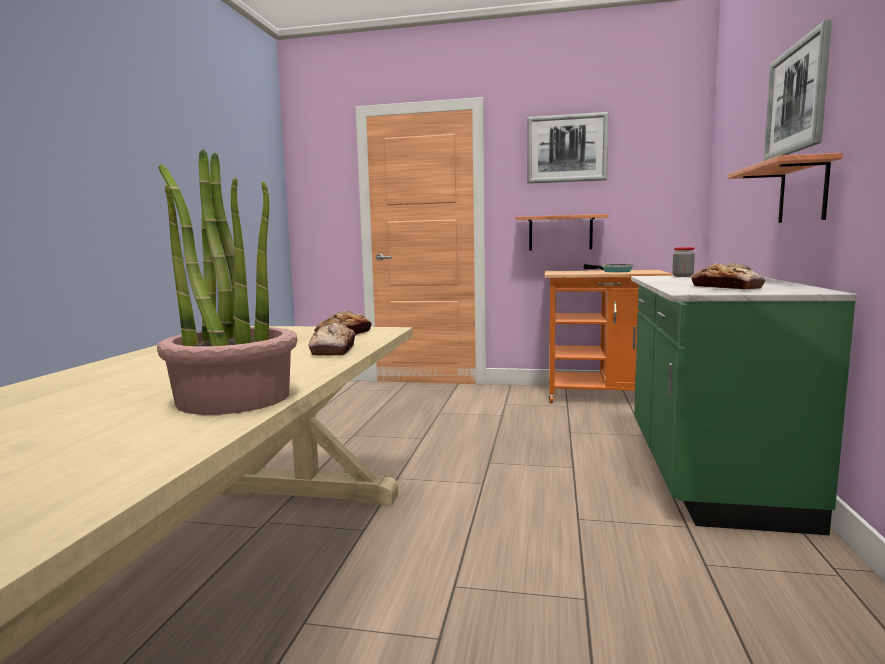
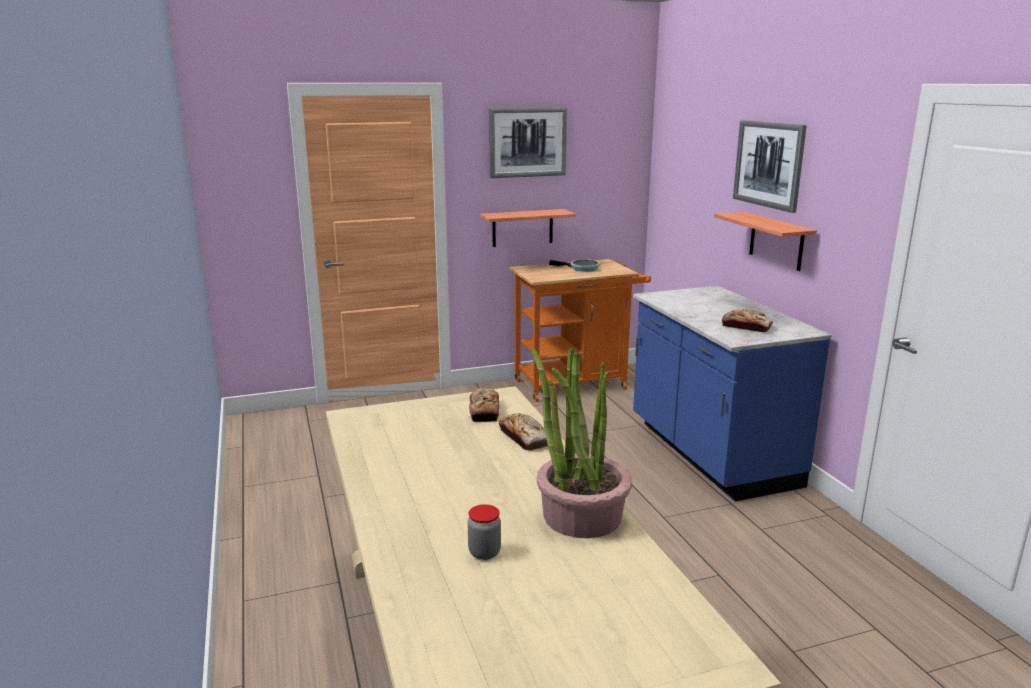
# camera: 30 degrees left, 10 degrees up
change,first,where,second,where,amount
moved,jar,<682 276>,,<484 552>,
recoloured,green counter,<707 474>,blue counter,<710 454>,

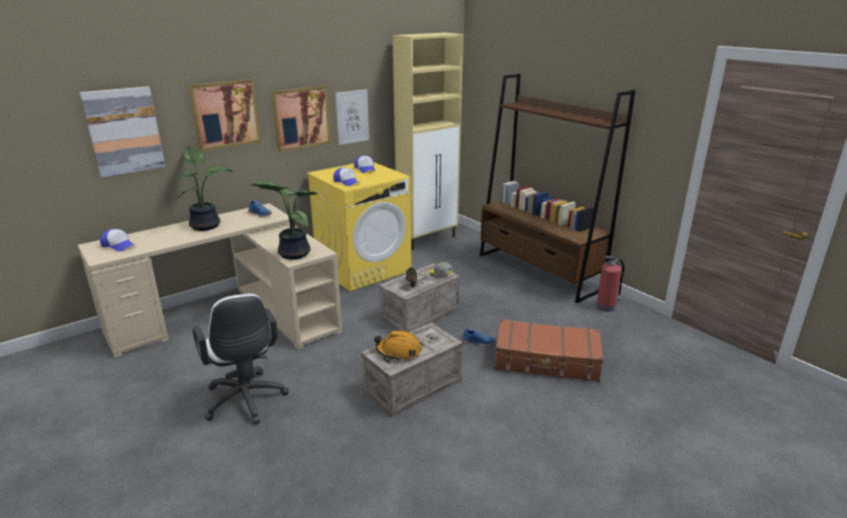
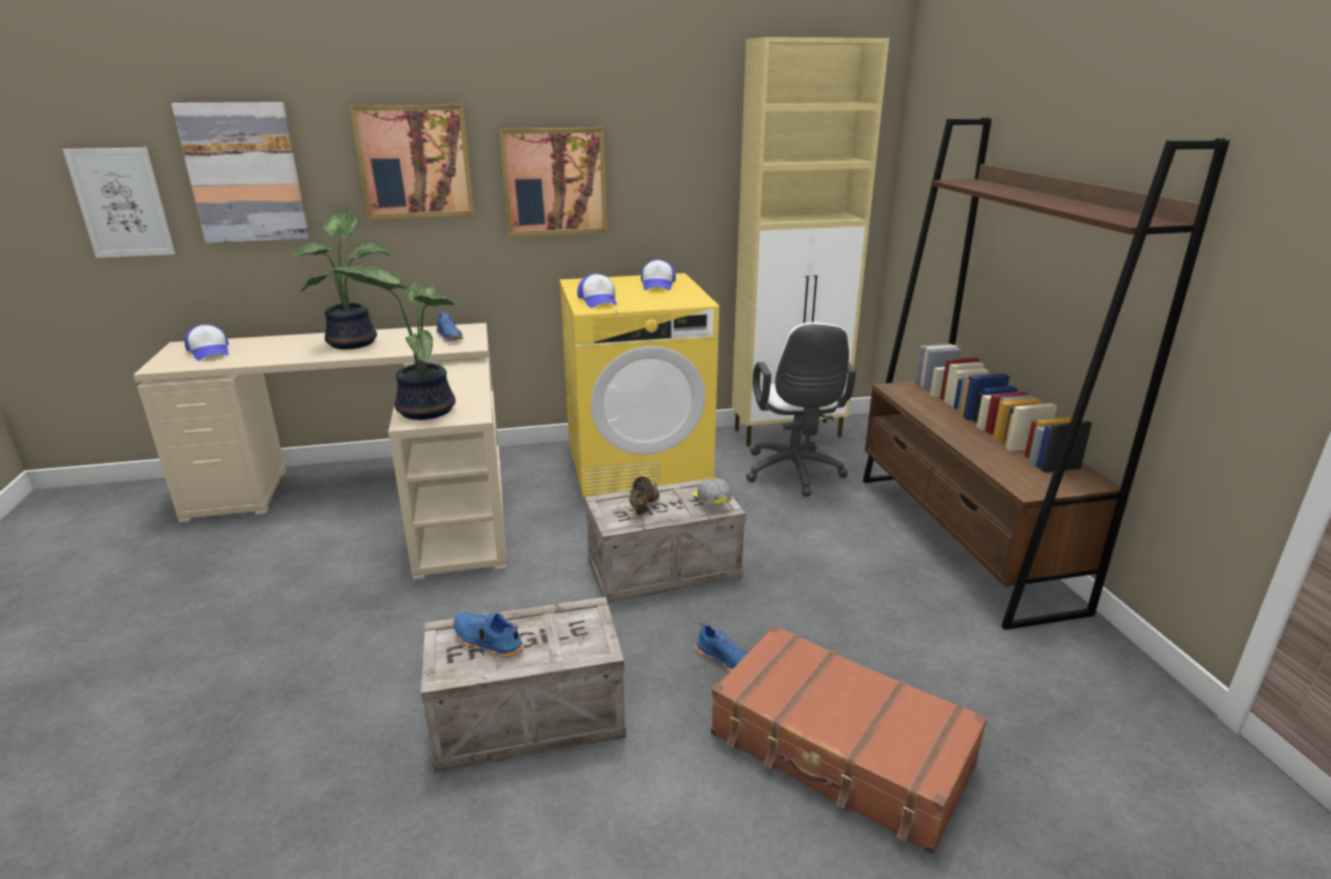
# camera: 25 degrees right, 0 degrees up
change,first,where,second,where,amount
removed,fire extinguisher,<606 307>,,,
moved,white office chair,<246 402>,,<794 474>,
moved,picture,<352 117>,,<121 203>,
replaced,orange hard hat,<398 351>,blue shoe,<487 642>,

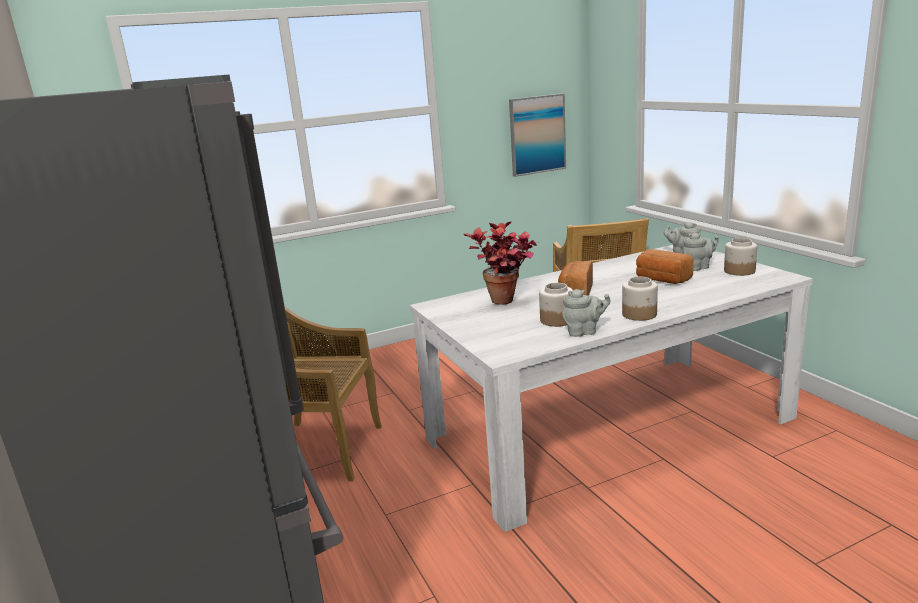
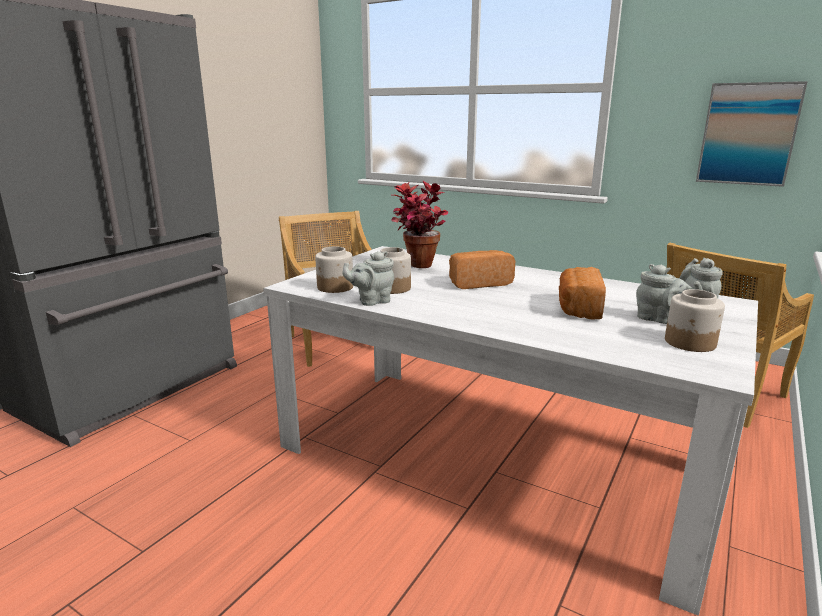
# camera: 55 degrees right, 0 degrees up
change,first,where,second,where,amount
moved,jar,<639 314>,,<335 287>,
turned,grey teapot,<584 332>,,<372 301>,105 degrees clockwise

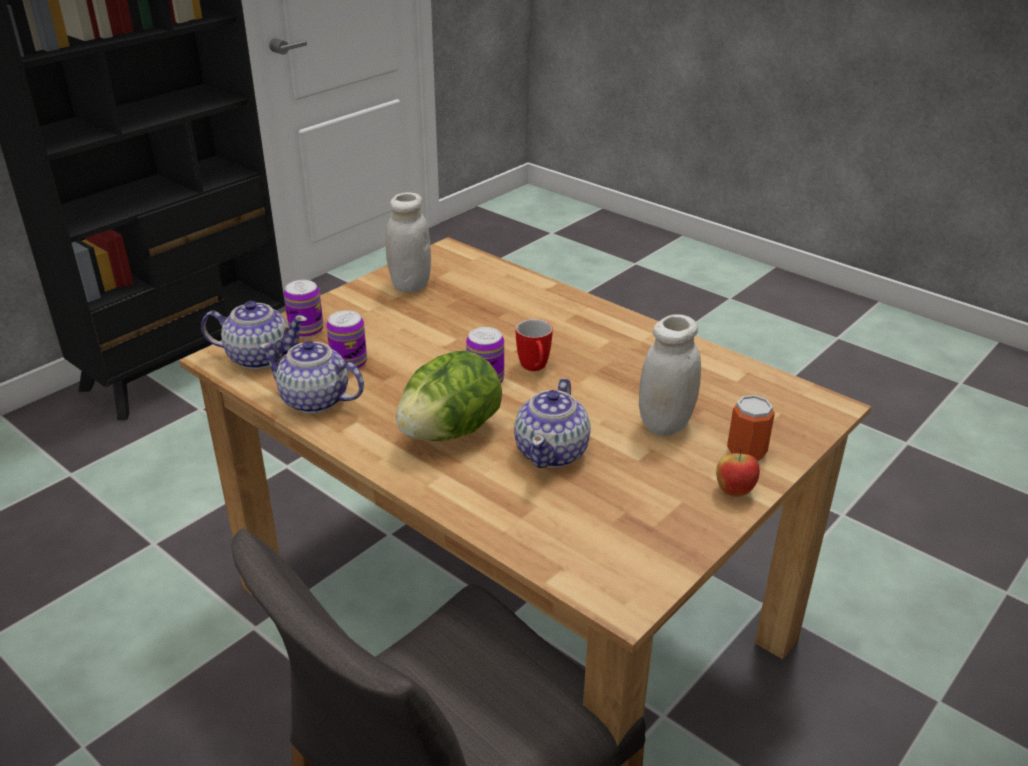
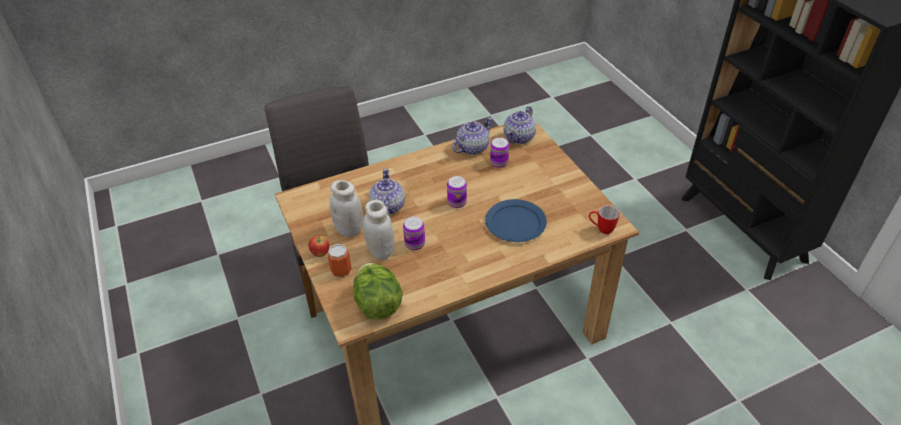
# camera: 115 degrees right, 10 degrees up
change,first,where,second,where,amount
added,,,blue plate,<516 223>,
moved,can,<306 330>,,<415 244>,
moved,white jar,<410 285>,,<349 230>,
moved,lettuce,<450 431>,,<378 304>,
moved,mug,<535 369>,,<601 229>,
turned,teapot,<552 452>,,<387 207>,45 degrees clockwise

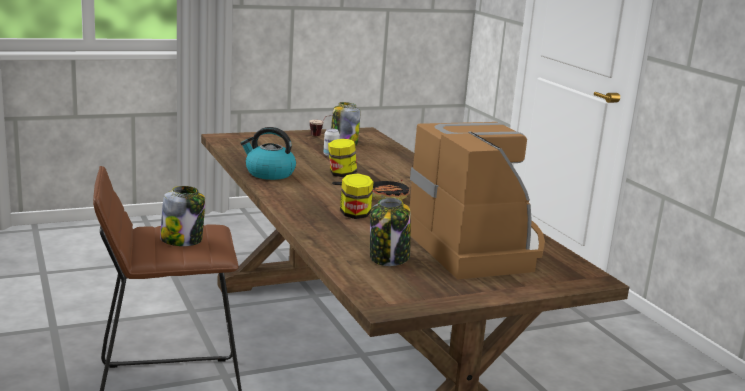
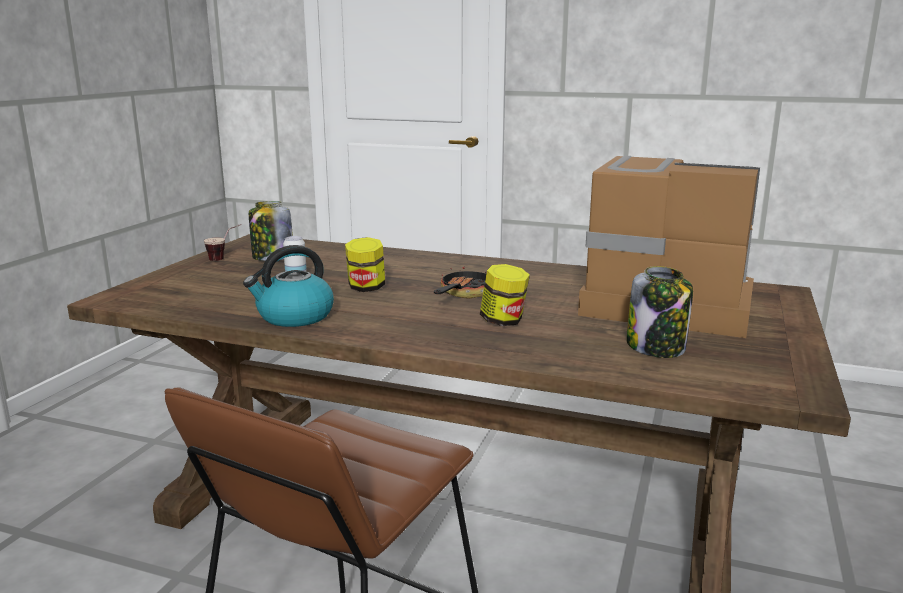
# camera: 45 degrees left, 0 degrees up
change,first,where,second,where,amount
removed,jar,<182 240>,,,

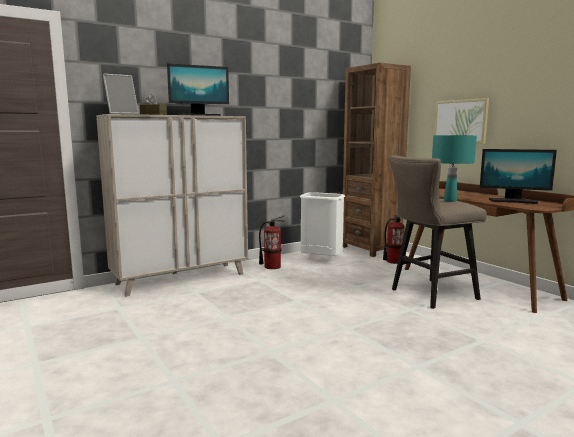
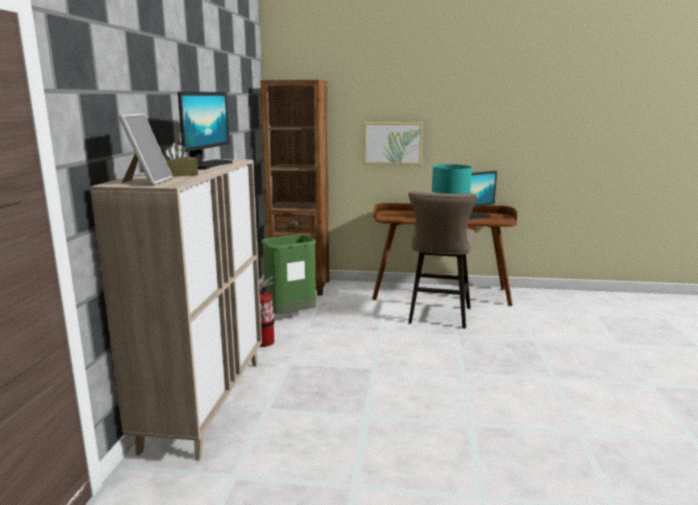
# camera: 50 degrees left, 5 degrees up
change,first,where,second,where,amount
removed,fire extinguisher,<394 261>,,,
recoloured,white trash can,<321 260>,green trash can,<291 316>,

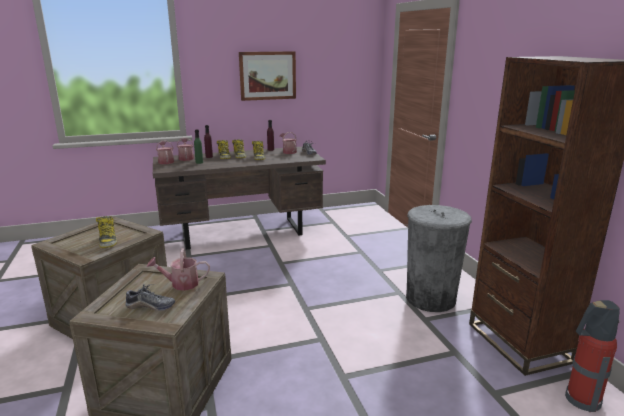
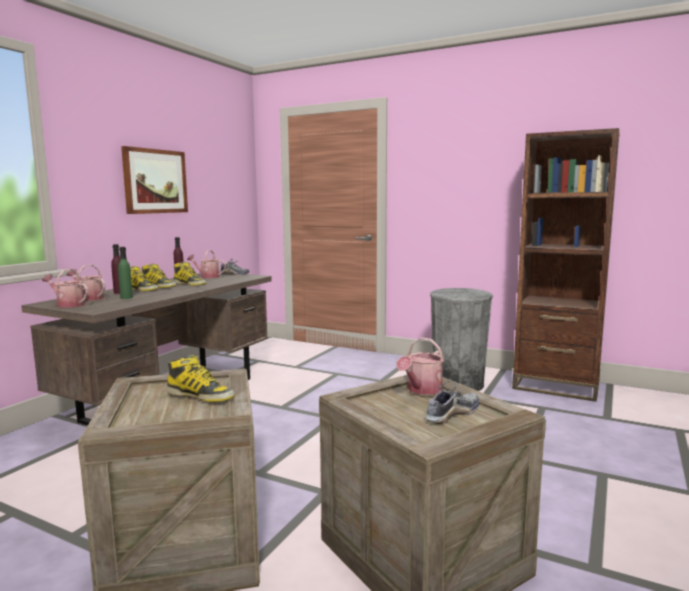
# camera: 45 degrees left, 10 degrees down
change,first,where,second,where,amount
removed,fire extinguisher,<581 399>,,,

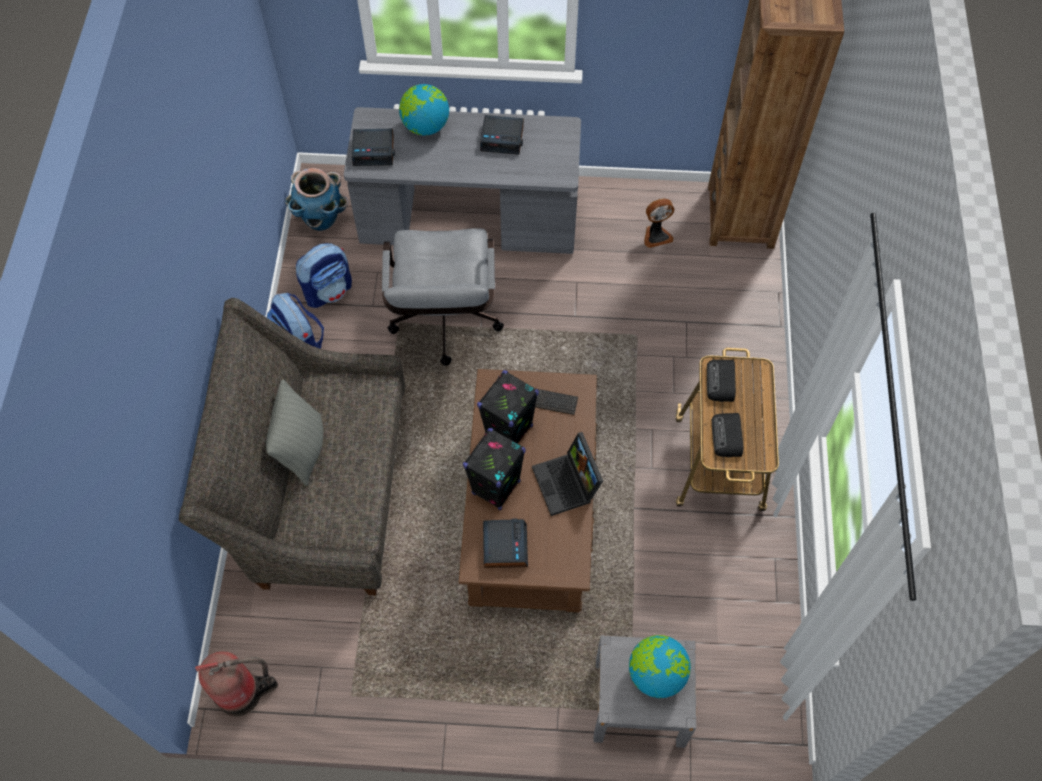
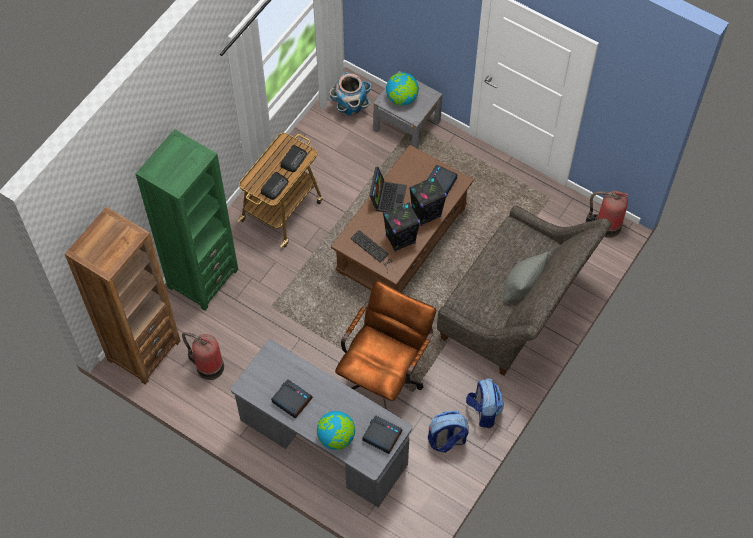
# camera: 150 degrees left, 0 degrees up
change,first,where,second,where,amount
added,,,green bookcase,<202 278>,
moved,planter,<321 220>,,<350 107>,
replaced,fan,<656 235>,fire extinguisher,<208 366>,
recoloured,grey office chair,<445 325>,brown office chair,<384 375>,

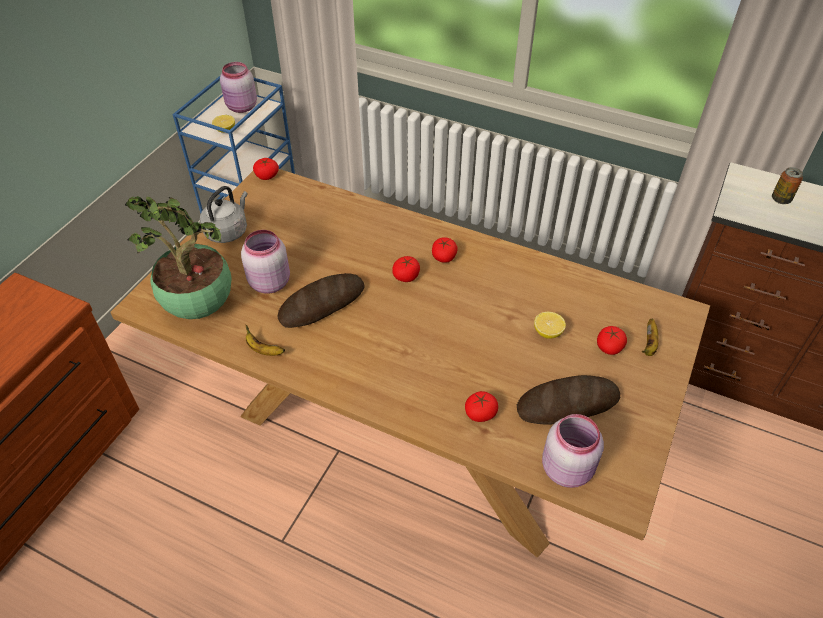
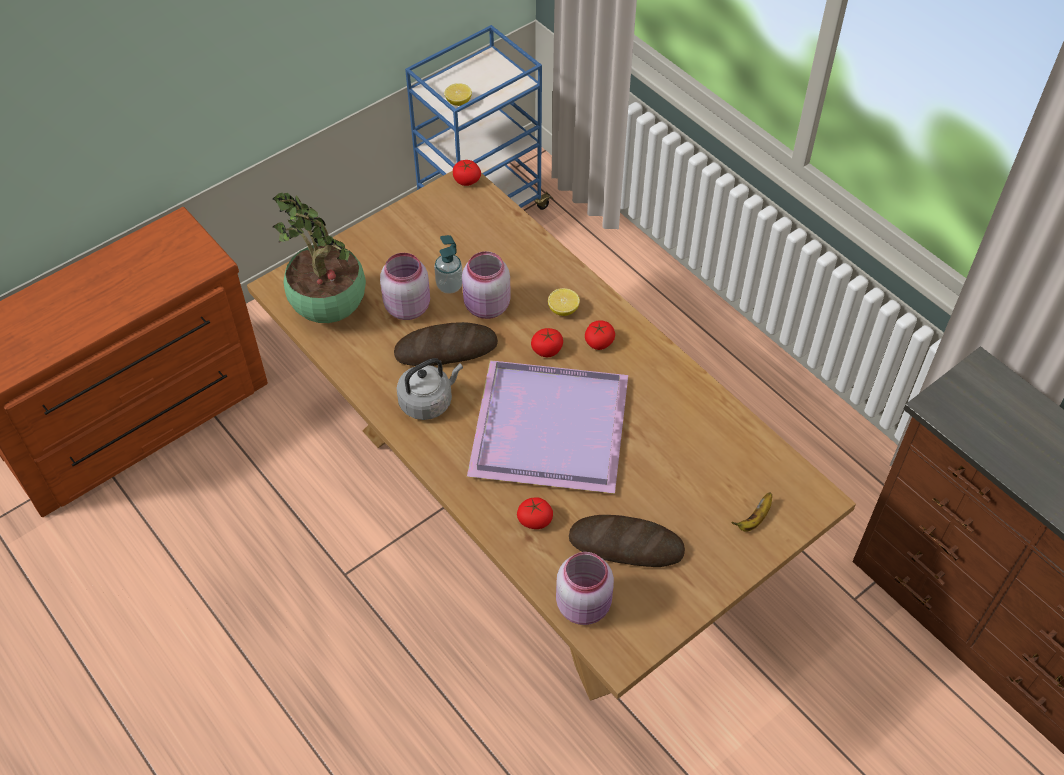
# camera: 25 degrees right, 5 degrees up
change,first,where,second,where,amount
removed,banana,<263 350>,,,
removed,tomato,<609 347>,,,
removed,can,<780 199>,,,
added,,,soap dispenser,<449 286>,
added,,,purple tray,<547 425>,
moved,grey kettle,<228 231>,,<428 401>,
moved,pink jar,<241 107>,,<486 307>,
moved,lemon,<547 332>,,<563 310>,

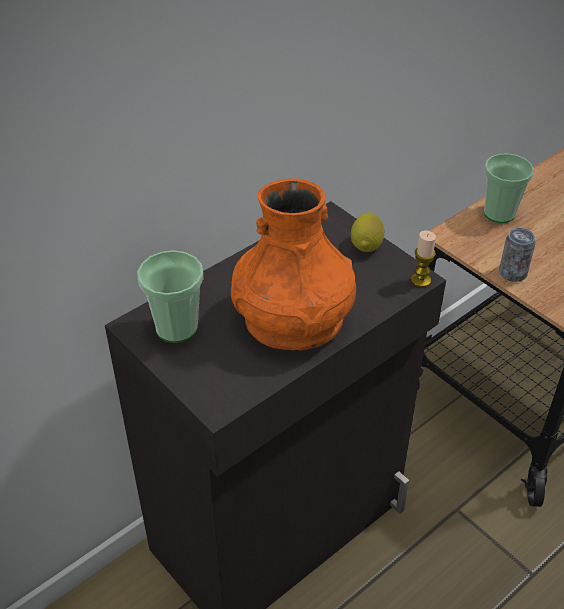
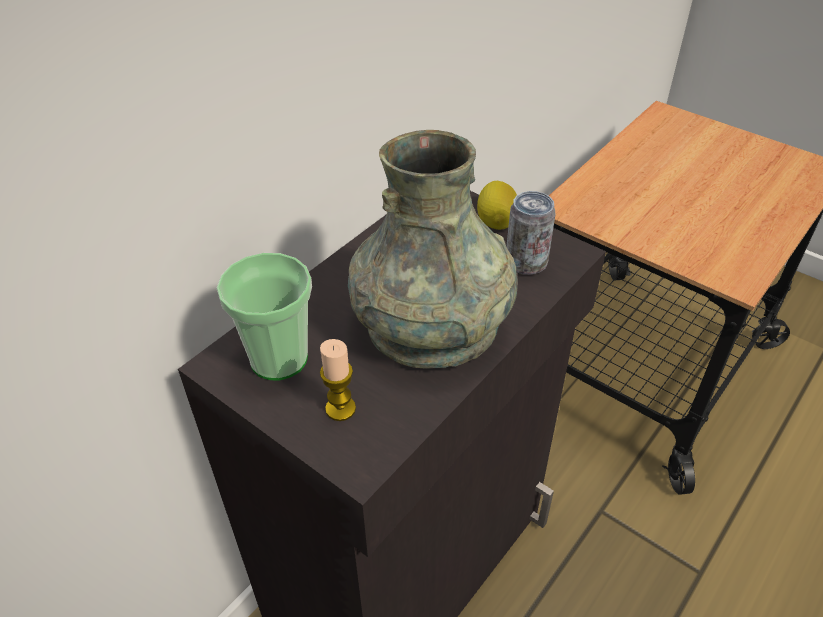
# camera: 10 degrees left, 0 degrees up
change,first,where,second,where,amount
removed,cup,<499 213>,,,
moved,candle,<421 280>,,<340 409>,
moved,can,<512 273>,,<526 262>,
recoloured,orange vase,<294 319>,grey vase,<433 326>,

